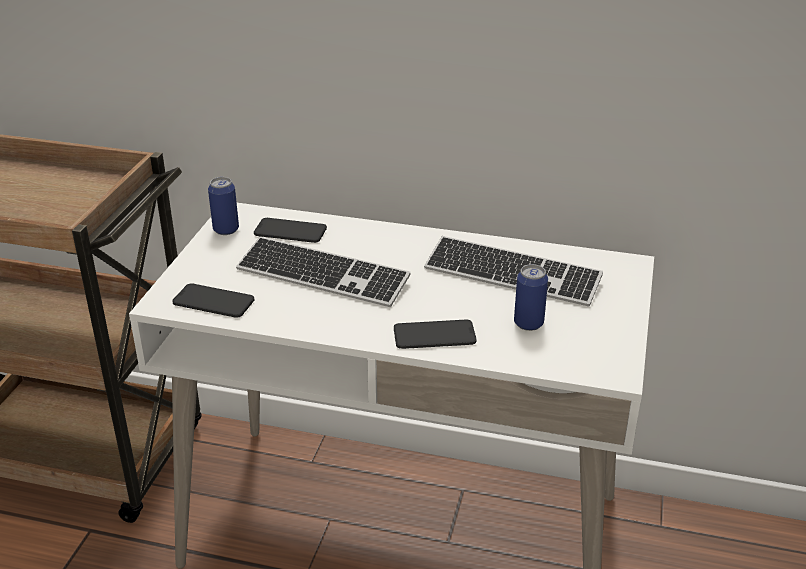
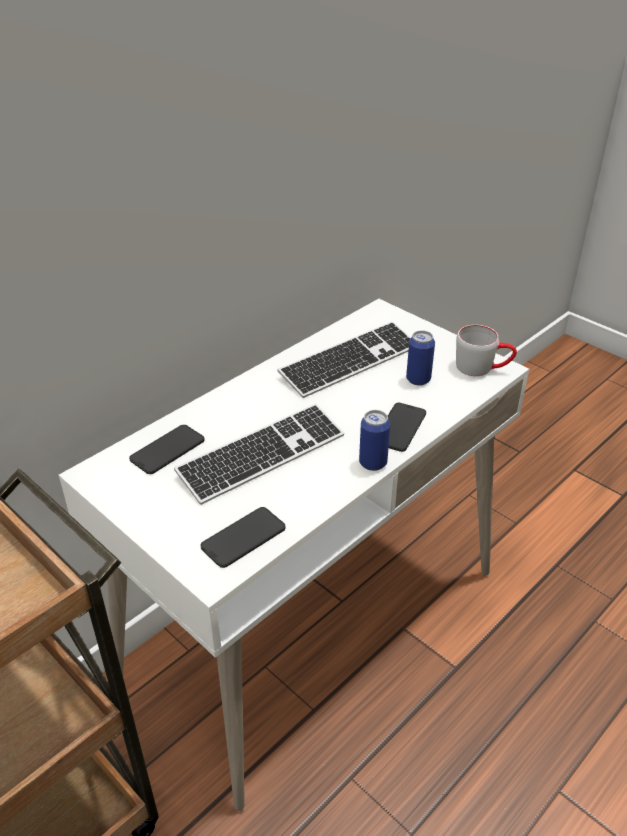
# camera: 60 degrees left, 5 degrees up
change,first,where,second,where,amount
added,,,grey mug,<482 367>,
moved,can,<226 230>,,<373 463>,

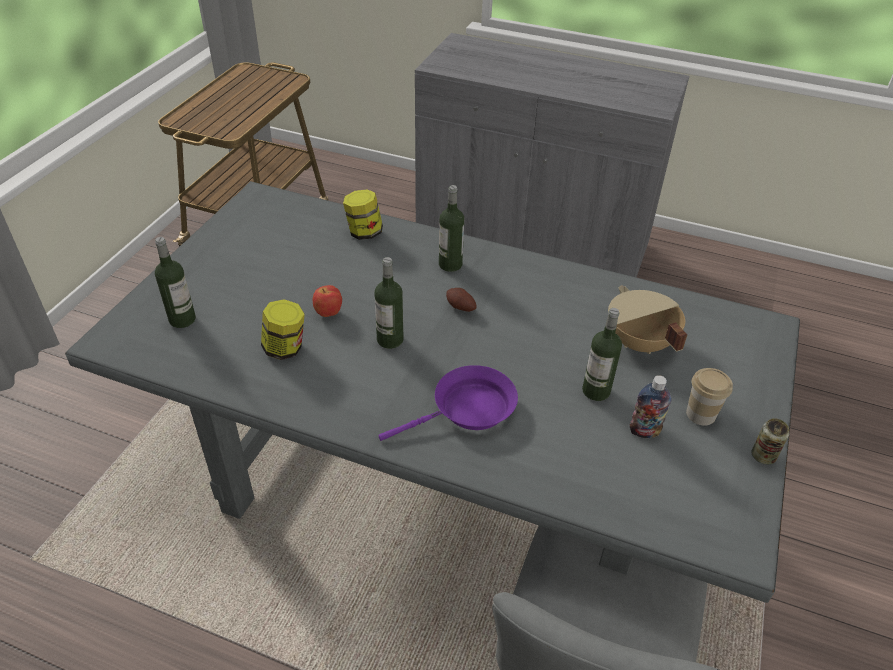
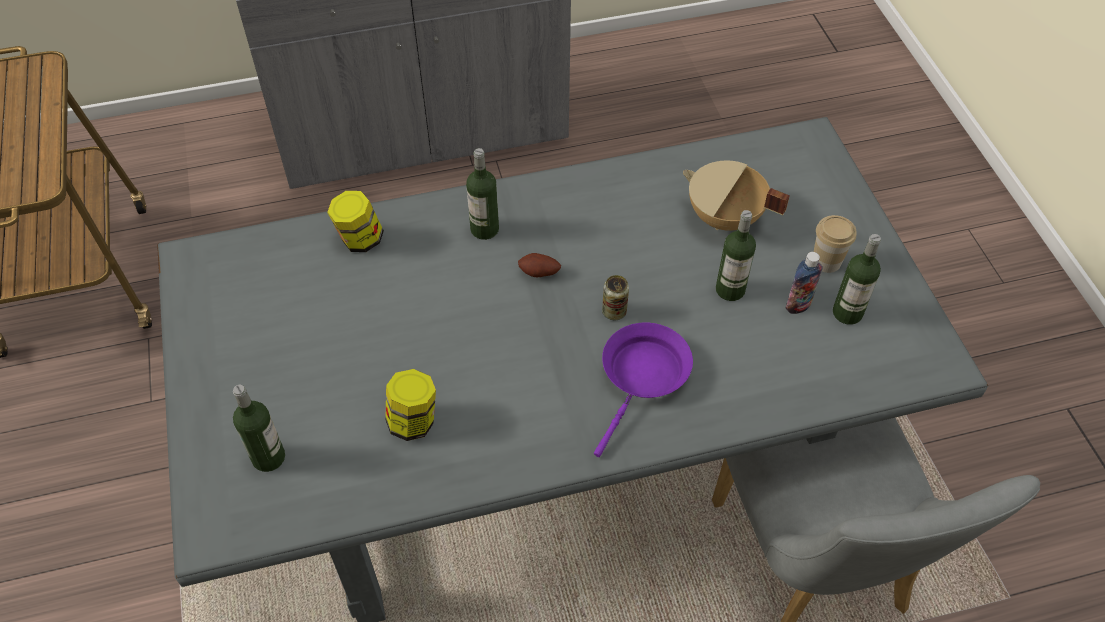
# camera: 35 degrees left, 10 degrees up
change,first,where,second,where,amount
removed,apple,<328 313>,,,
moved,bottle,<390 340>,,<847 313>,
moved,can,<763 456>,,<614 312>,

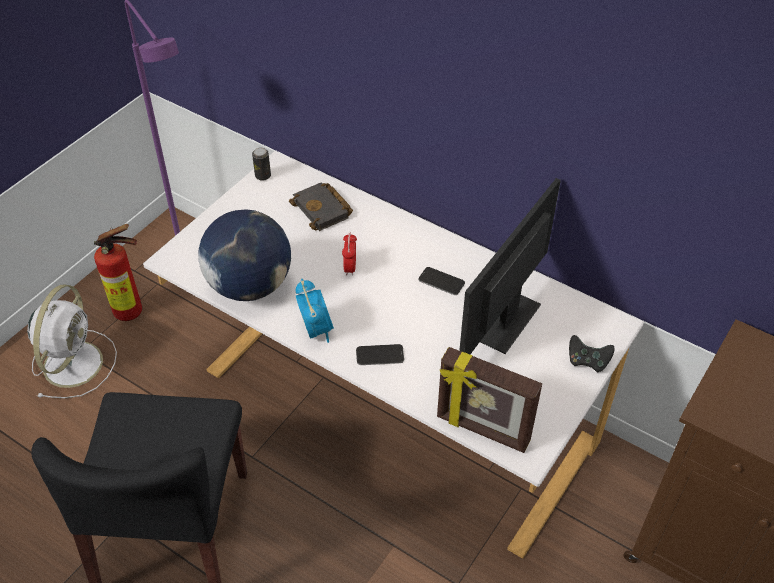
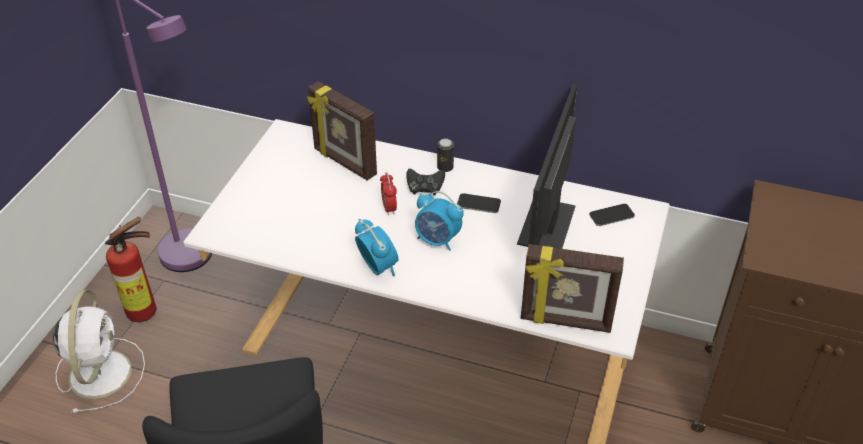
# camera: 15 degrees left, 5 degrees down
change,first,where,second,where,amount
removed,globe,<249 285>,,,
added,,,alarm clock,<437 240>,
moved,can,<263 176>,,<445 167>,
moved,phone,<380 355>,,<611 216>,
moved,black game controller,<587 361>,,<425 189>,
replaced,black book,<323 210>,picture frame,<344 162>,

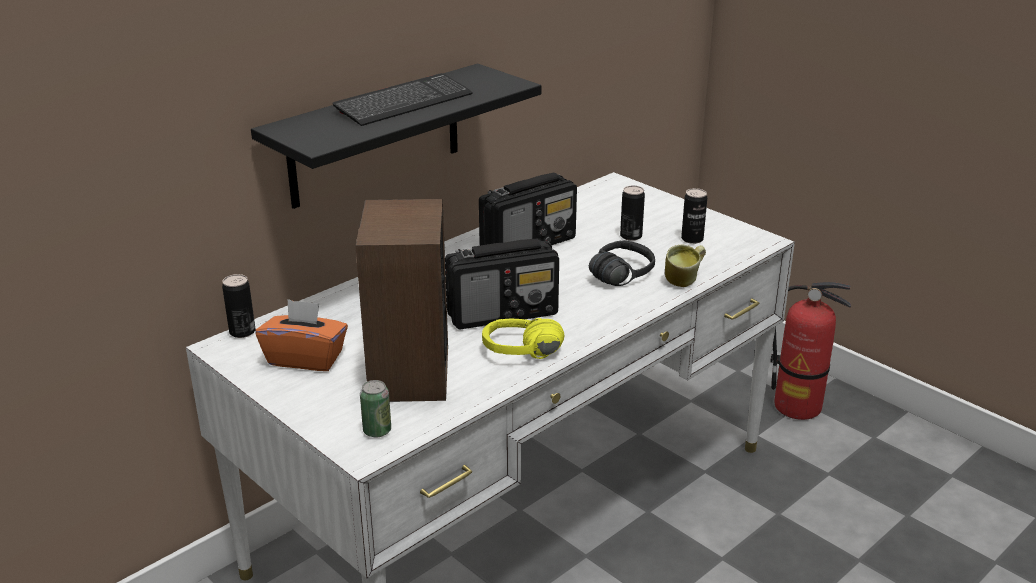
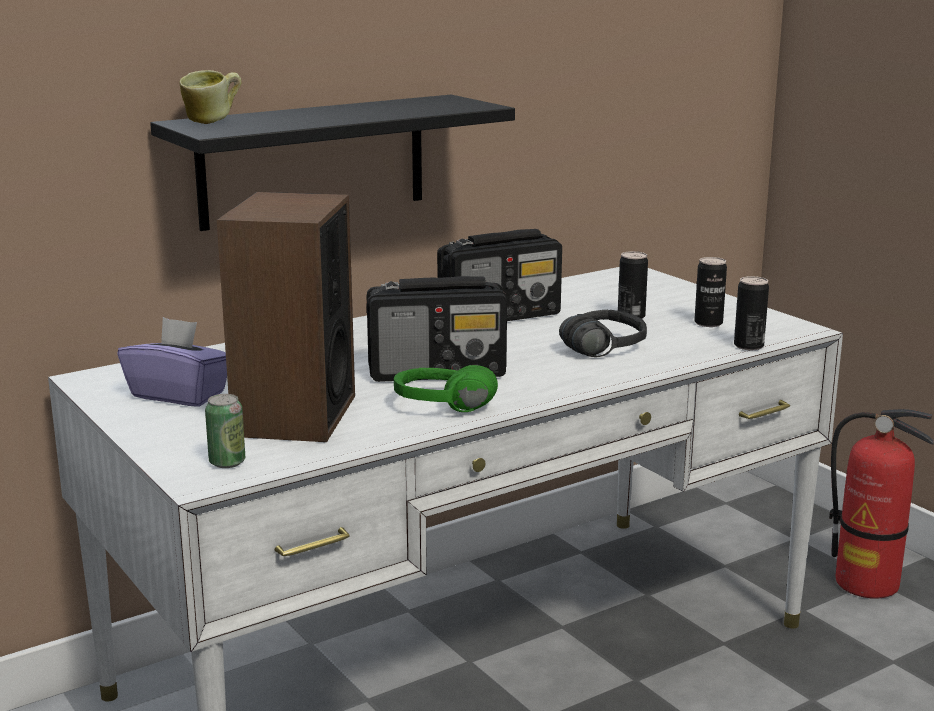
# camera: 10 degrees right, 10 degrees down
change,first,where,second,where,amount
removed,keyboard,<403 103>,,,
moved,can,<242 332>,,<748 346>,
moved,mug,<684 281>,,<213 121>,
recoloured,orange tissue box,<306 358>,purple tissue box,<179 394>,
recoloured,yellow headphones,<522 358>,green headphones,<442 412>,

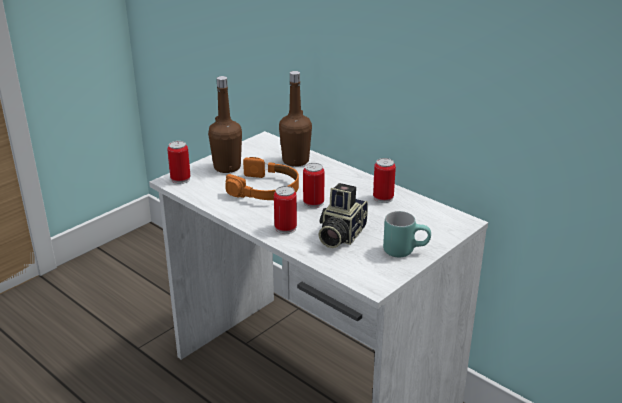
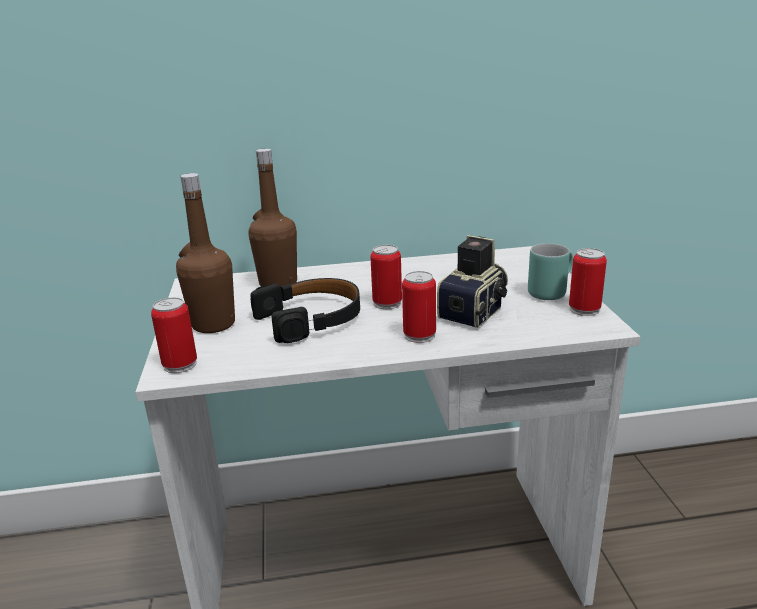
# camera: 50 degrees left, 5 degrees down
change,first,where,second,where,amount
moved,can,<383 198>,,<584 309>,
recoloured,orange headphones,<265 189>,black headphones,<311 319>,
turned,photo camera,<340 235>,,<477 311>,120 degrees counterclockwise

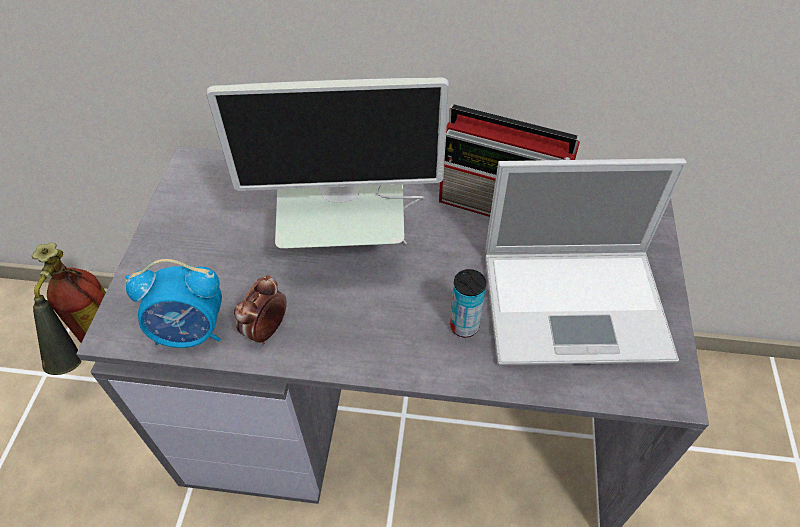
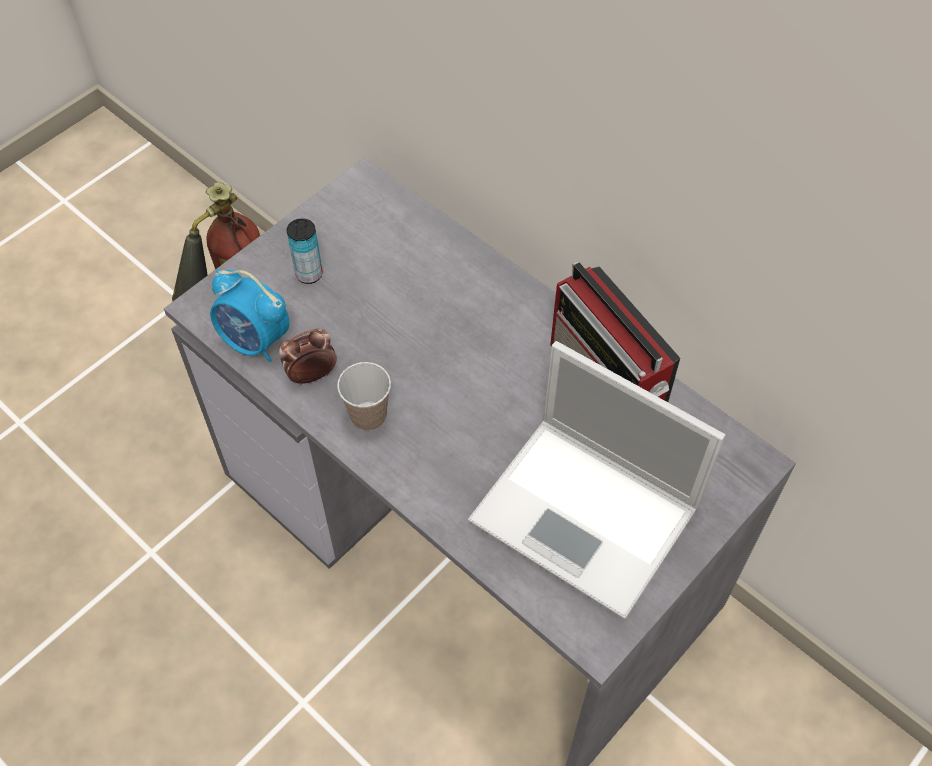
# camera: 35 degrees right, 5 degrees up
change,first,where,second,where,amount
removed,monitor,<347 246>,,,
added,,,cup,<368 416>,
moved,can,<464 326>,,<309 274>,

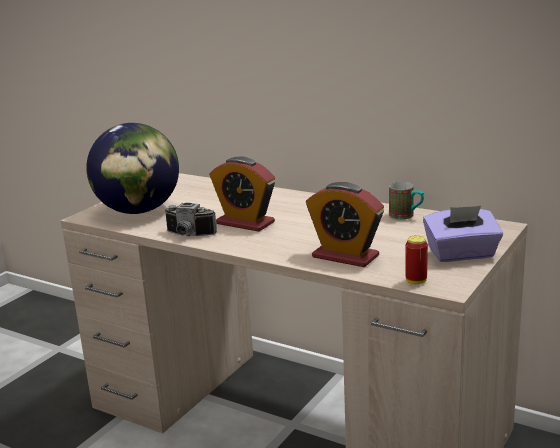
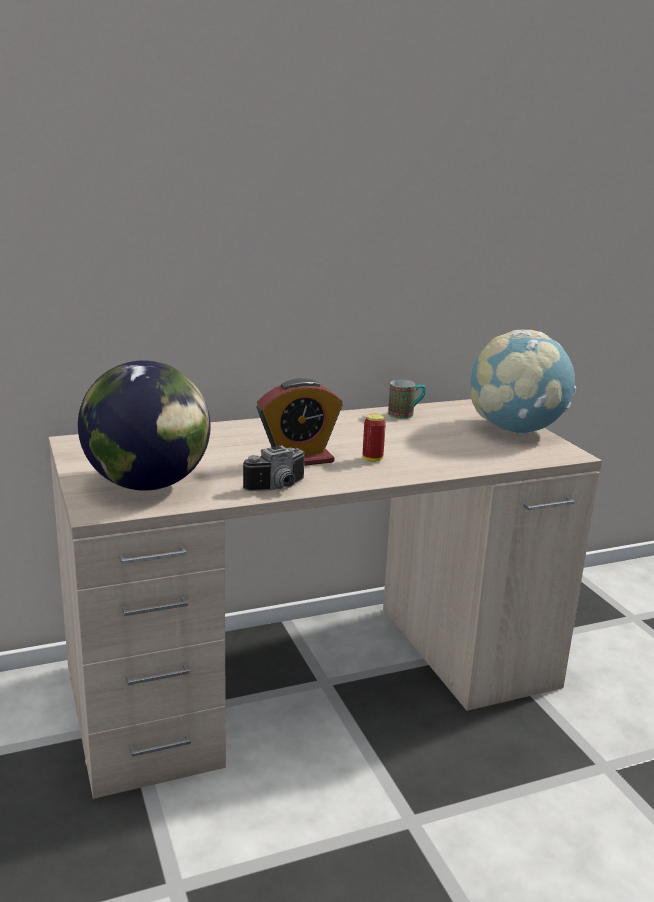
# camera: 55 degrees left, 0 degrees up
change,first,where,second,where,amount
removed,alarm clock,<345 256>,,,
moved,can,<416 281>,,<372 459>,
replaced,purple tissue box,<461 254>,globe,<515 430>,

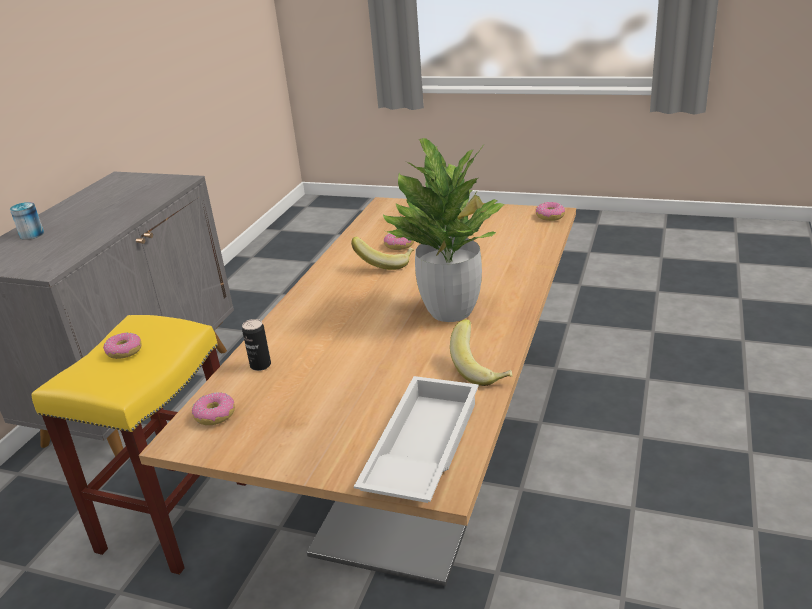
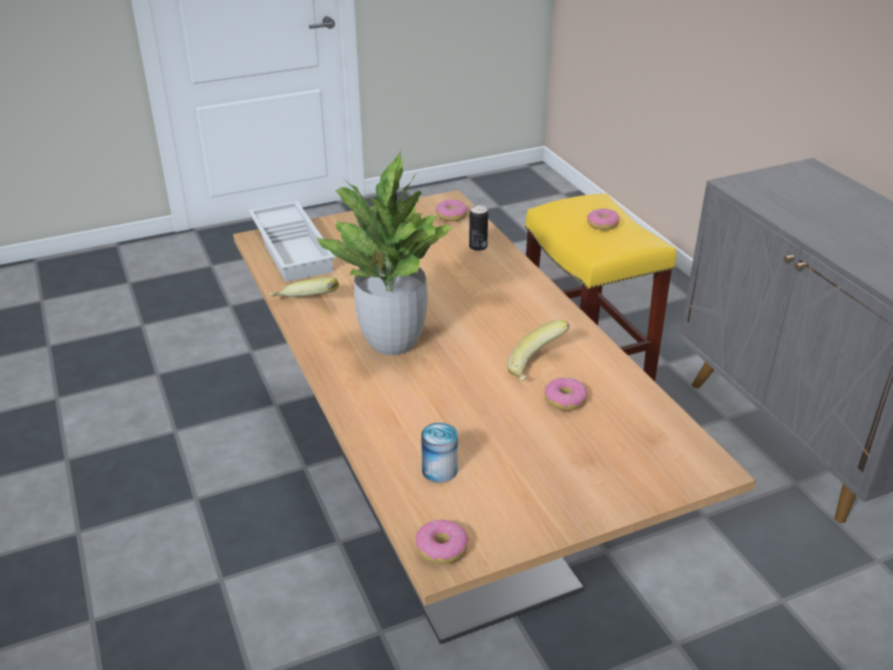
# camera: 135 degrees right, 5 degrees up
change,first,where,second,where,amount
moved,can,<32 234>,,<439 470>,

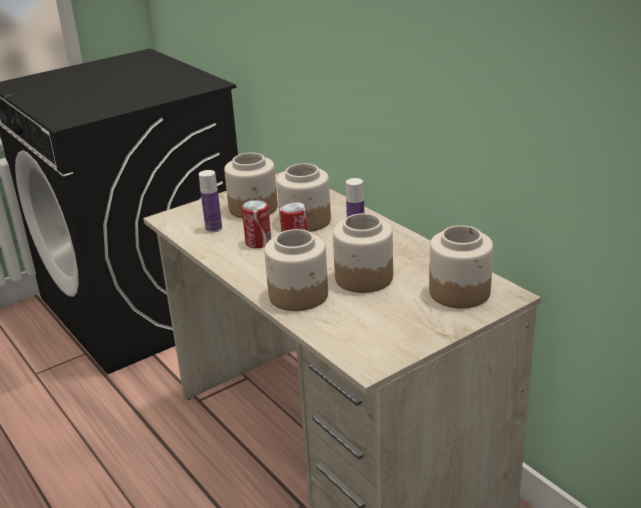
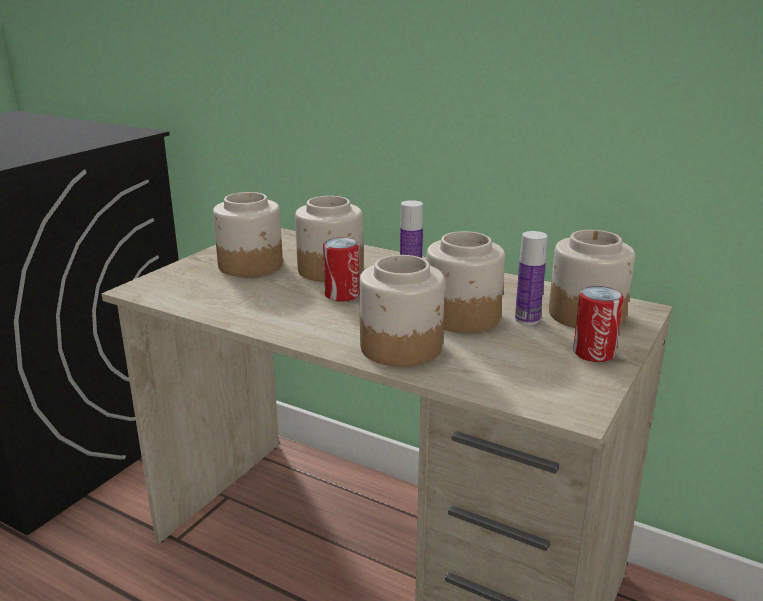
# camera: 25 degrees left, 5 degrees down
change,first,where,second,where,amount
moved,bottle,<213 228>,,<527 319>,
moved,can,<258 242>,,<593 353>,

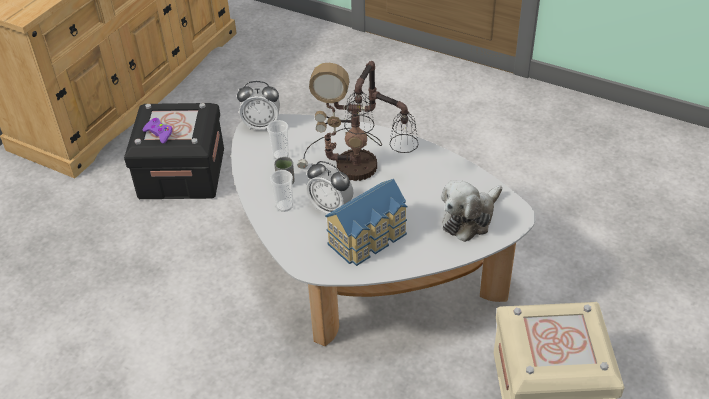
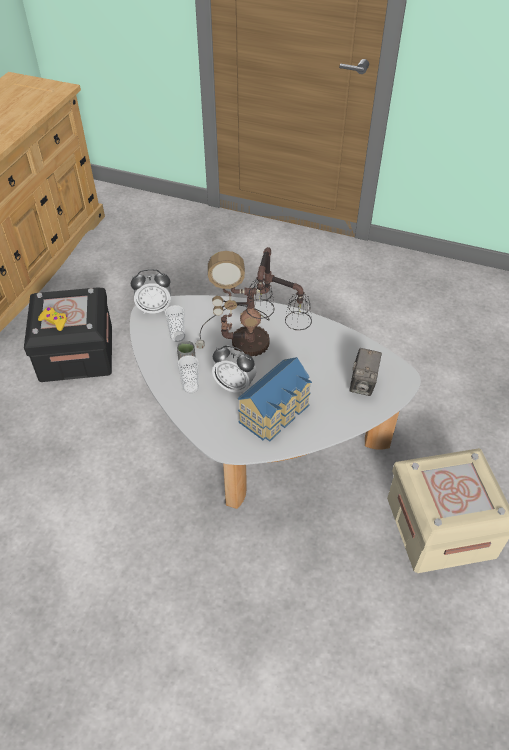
# camera: 10 degrees left, 5 degrees up
change,first,where,second,where,amount
replaced,plush toy,<470 218>,photo camera,<363 384>,
recoloured,purple game controller,<159 133>,yellow game controller,<54 321>,

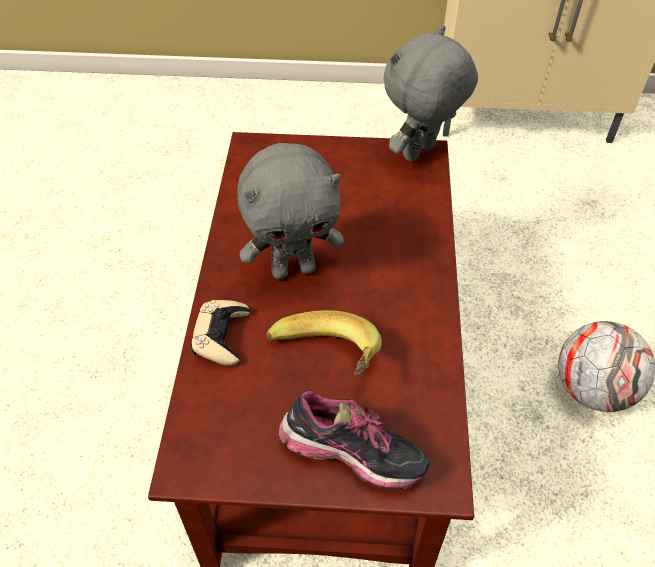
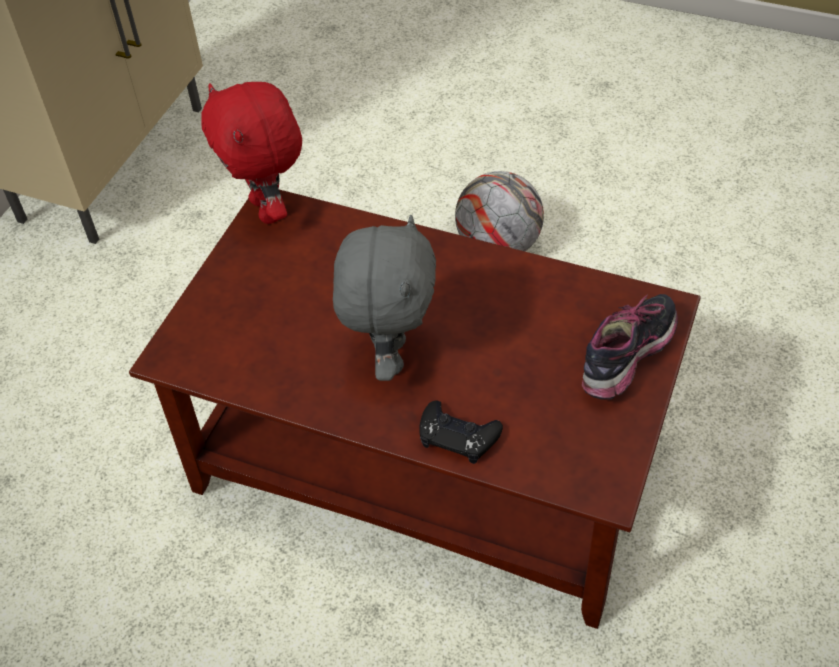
# camera: 70 degrees left, 0 degrees up
change,first,where,second,where,amount
removed,banana,<325 362>,,,
recoloured,beige game controller,<221 336>,black game controller,<458 436>,
recoloured,grey plush toy,<420 154>,red plush toy,<268 210>,

